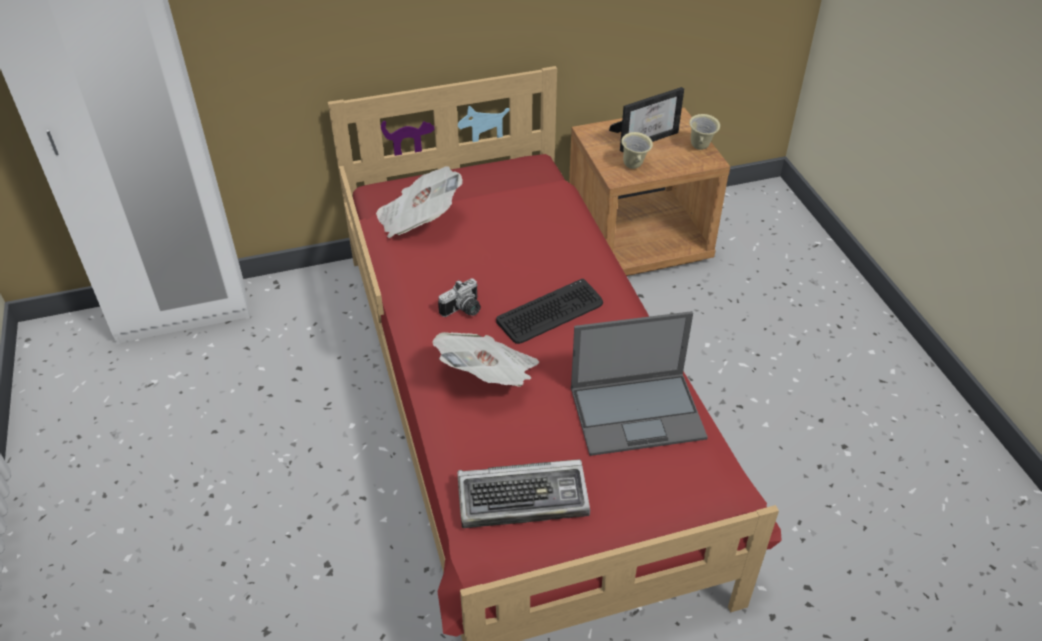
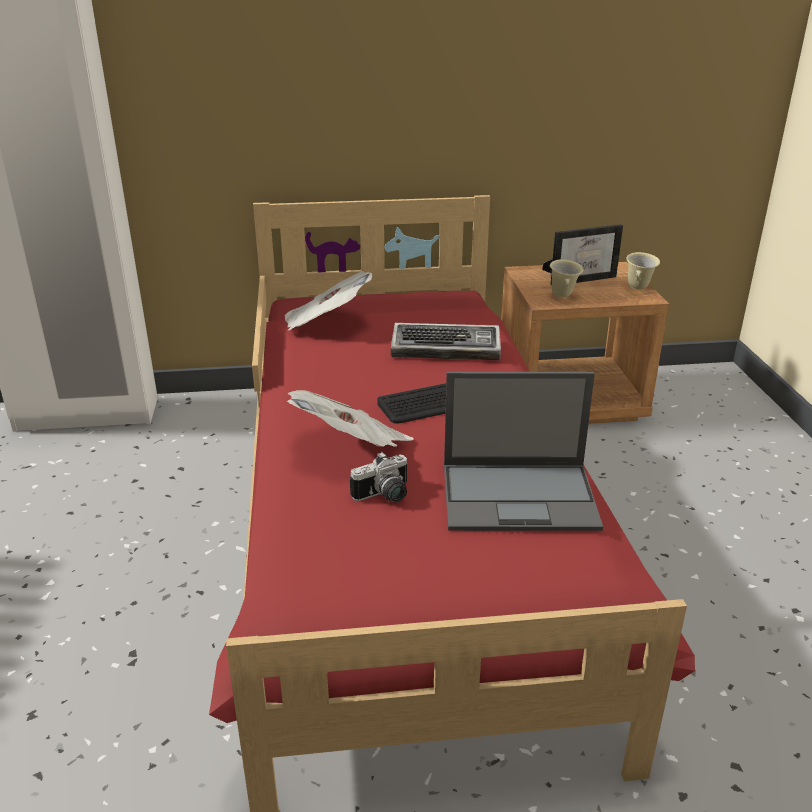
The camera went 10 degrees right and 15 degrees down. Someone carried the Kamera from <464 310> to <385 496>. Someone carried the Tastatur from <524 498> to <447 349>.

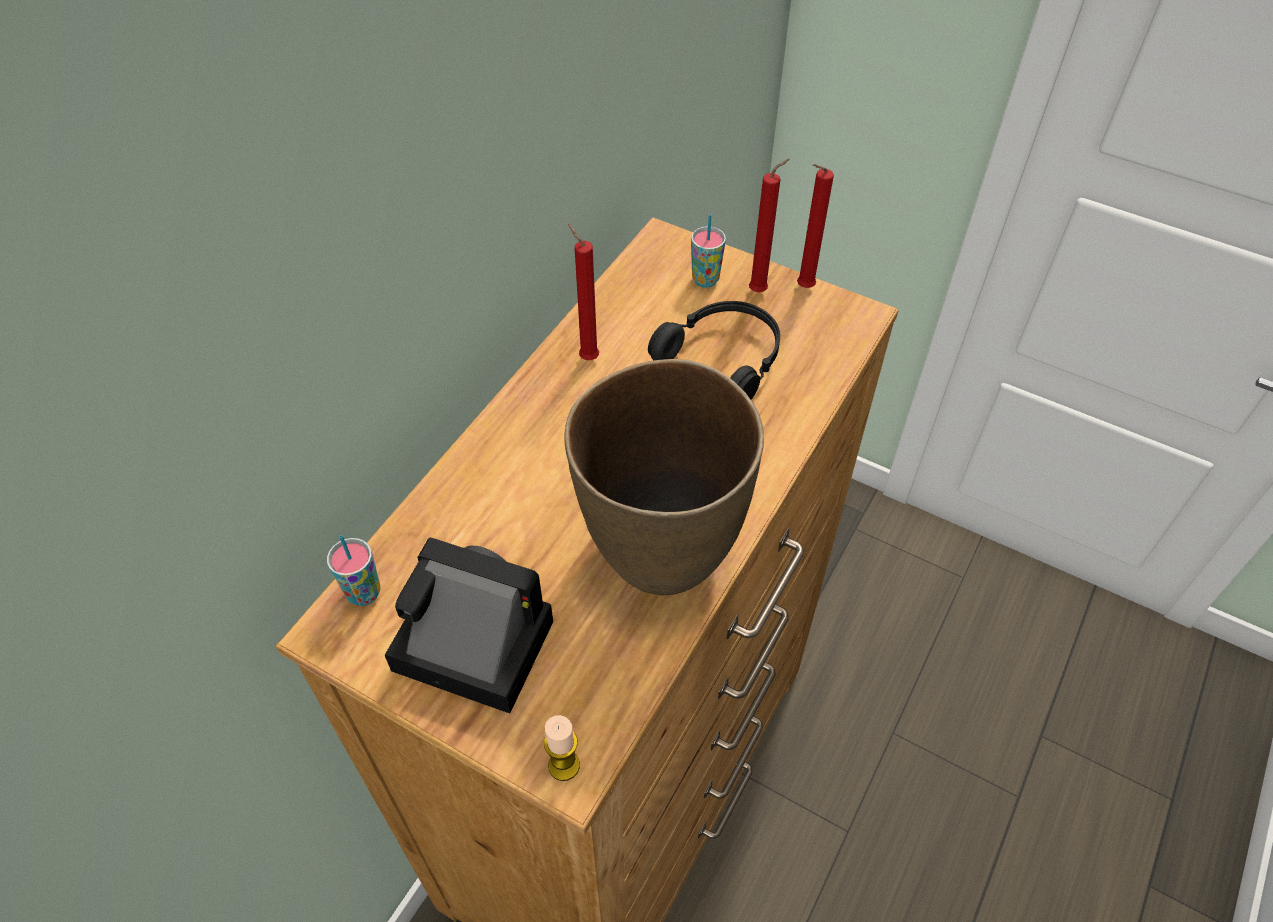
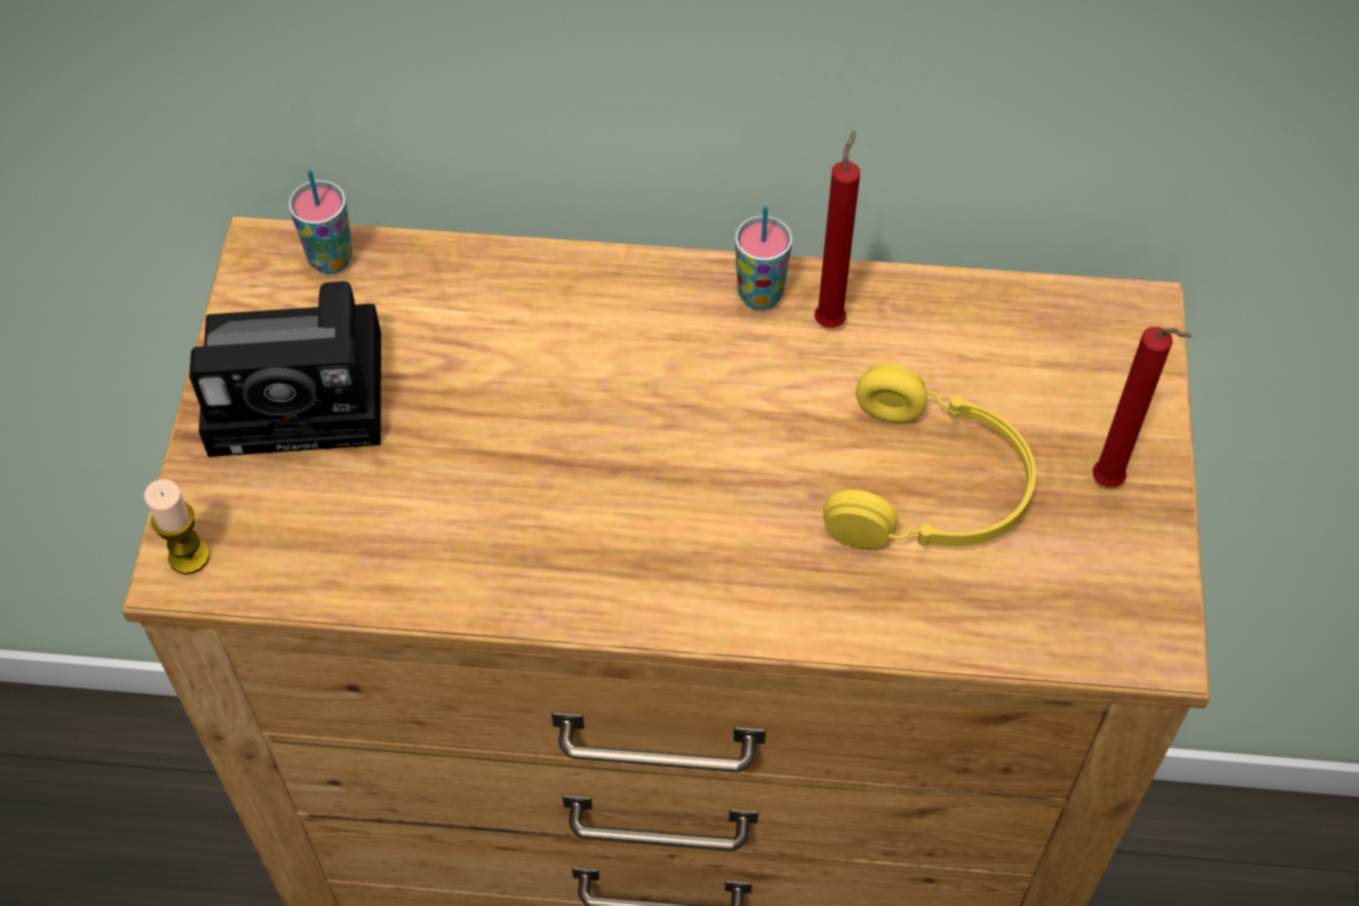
The camera went 65 degrees right and 5 degrees up. Someone took away the Vase (braun) at <661 556>. Someone took away the Kerze (rot) at <802 288>. Someone carried the Tasse from <705 280> to <760 295>. Someone repainted the Kopfhörer (schwarz) at <724 359>, which became the Kopfhörer (gelb) at <931 487>. Someone rotated the Kamera at <466 645> by 90 degrees clockwise.

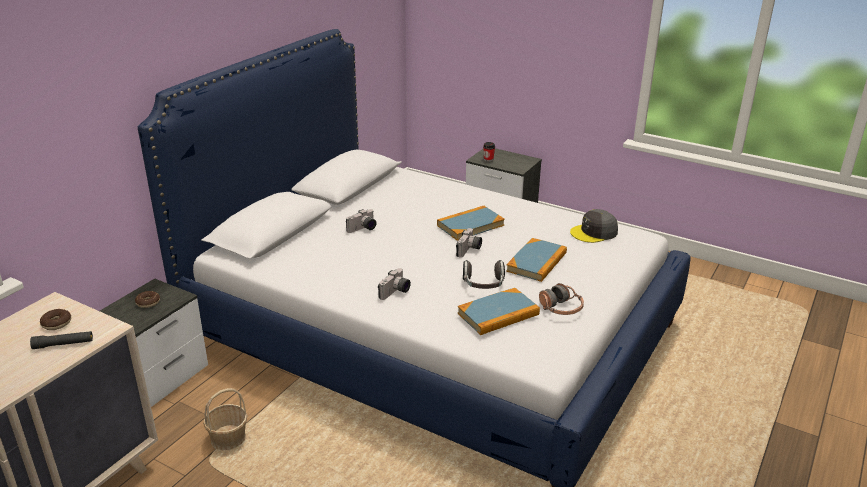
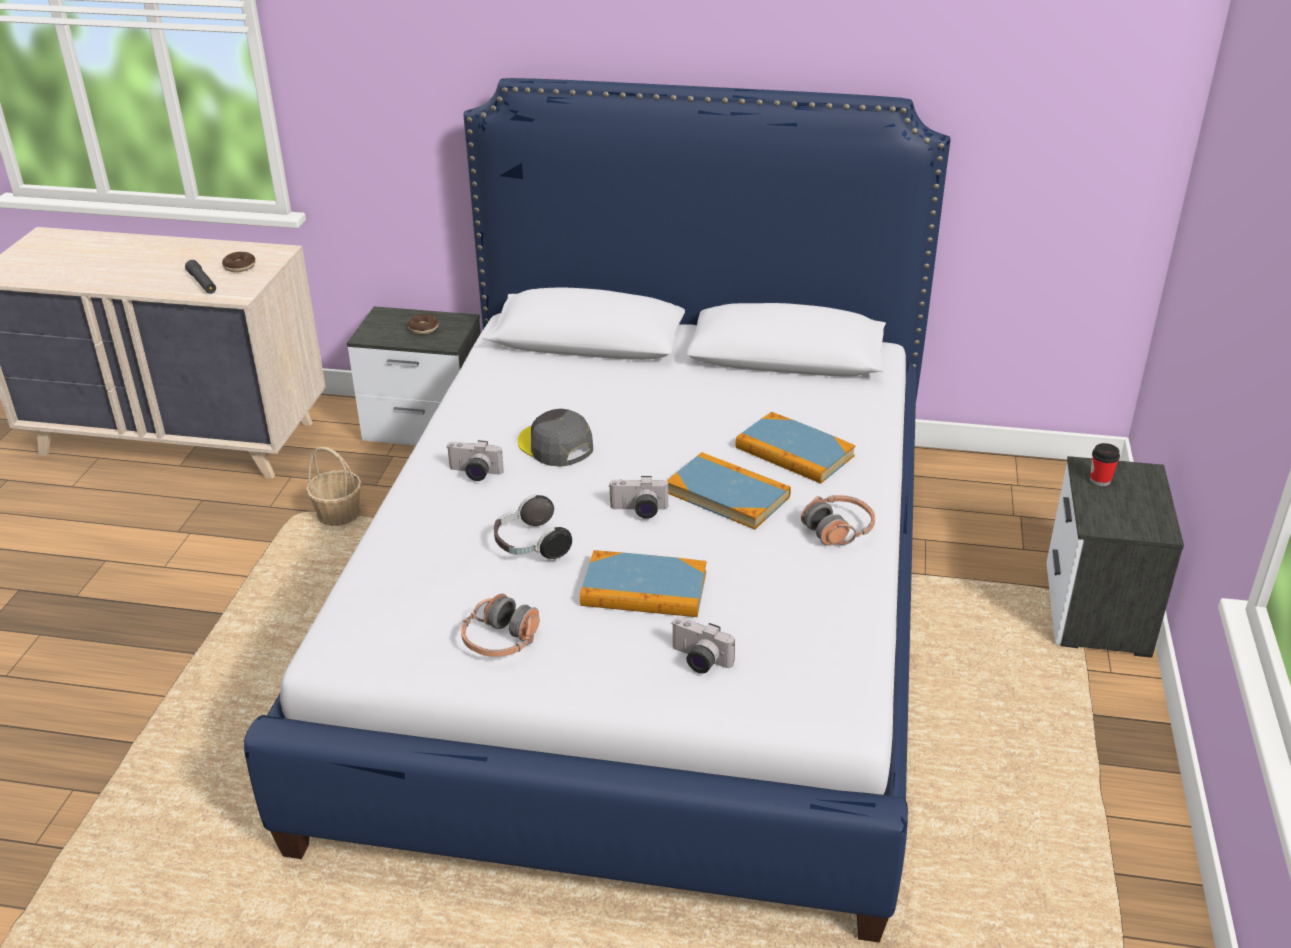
The camera went 70 degrees right and 5 degrees up. Someone put down the Kopfhörer at <838 529>. Someone carried the Kamera from <363 229> to <698 661>. Someone carried the Buch from <498 314> to <794 452>. Someone carried the Kappe (grau) from <594 232> to <555 445>.

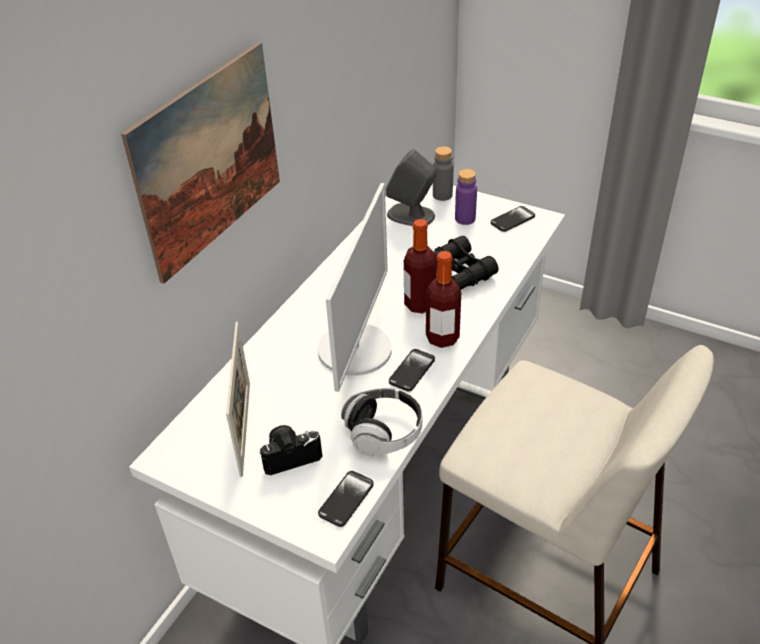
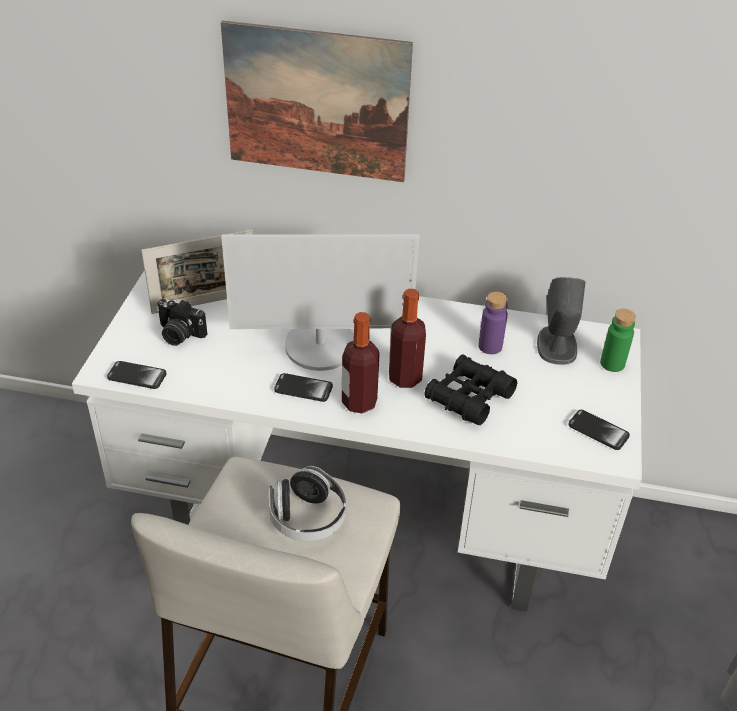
The camera went 70 degrees right and 0 degrees up. Someone carried the Kopfhörer from <383 432> to <307 518>. Someone carried the Flasche (lila) from <465 219> to <490 346>. Someone repainted the Flasche (grau) at <442 195>, which became the Flasche (grün) at <612 364>. Someone rotated the Kamera at <290 456> by 150 degrees clockwise.

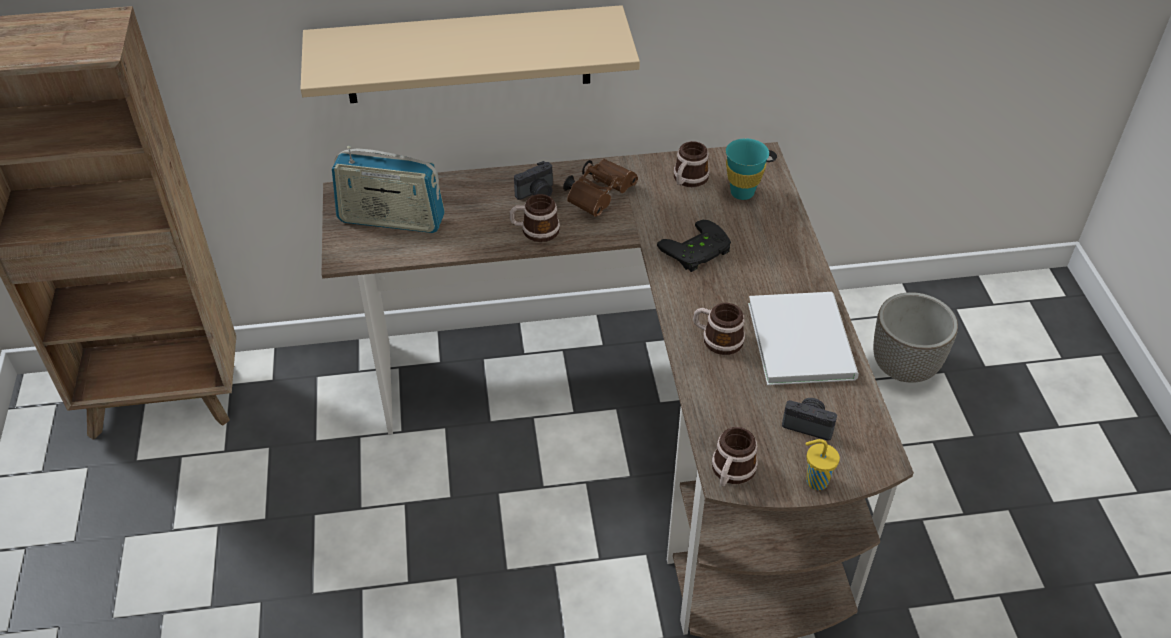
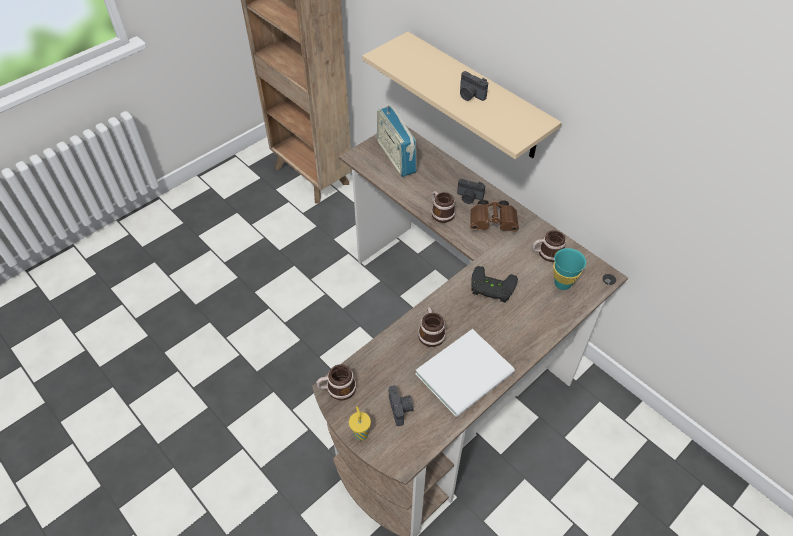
The camera went 55 degrees right and 5 degrees up. Someone took away the Pflanzkübel at <904 368>. Someone put down the Kamera at <470 95>.

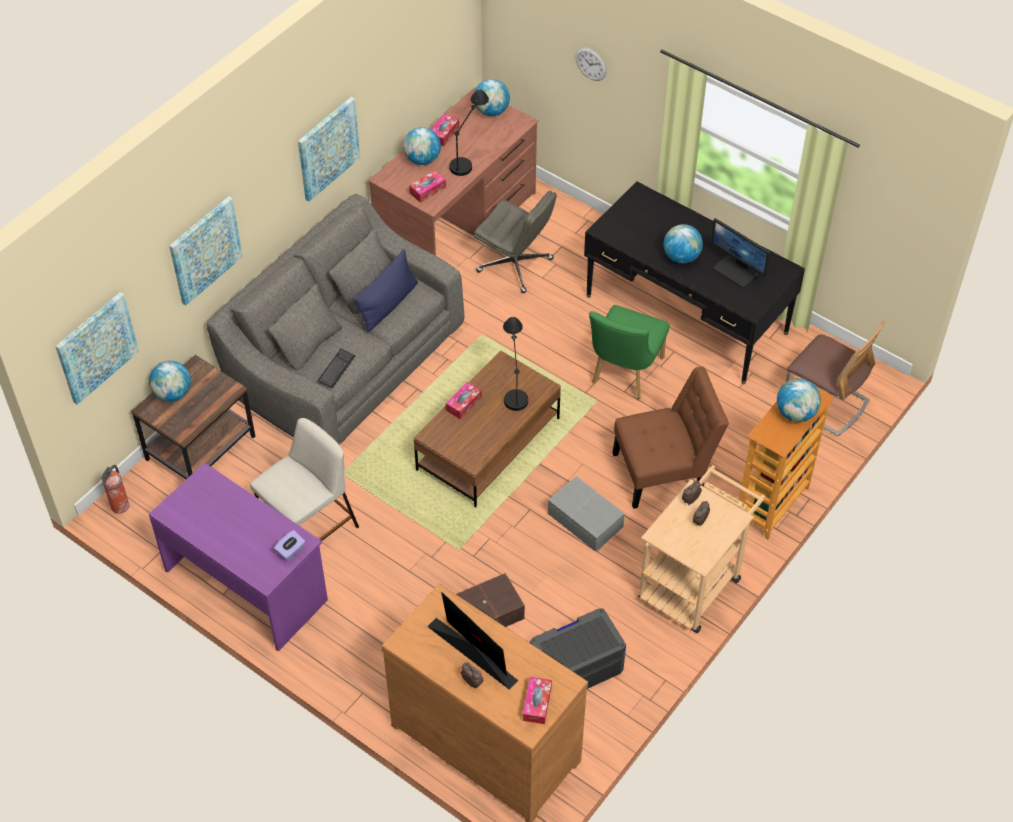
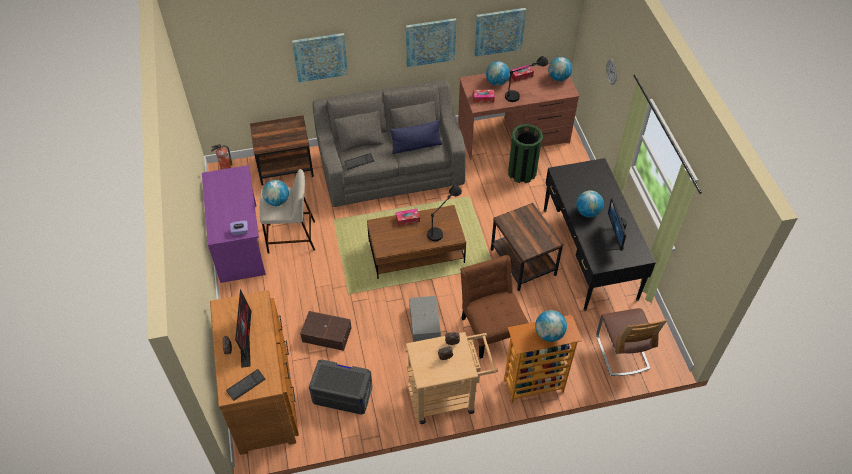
The camera went 40 degrees right and 0 degrees up. Someone carried the Bild from <96 347> to <499 31>. Someone carried the Globus from <173 393> to <277 201>. Someone swapped the Bürostuhl (grau) at <516 265> for the Mülleimer (grün) at <522 172>. Someone swapped the Taschentuchbox at <537 703> for the Tastatur at <246 385>. Someone swapped the Stuhl (grün) at <624 374> for the Beistelltisch (braun) at <522 263>. Someone rotated the Stuhl (braun) at <664 472> by 135 degrees counterclockwise.

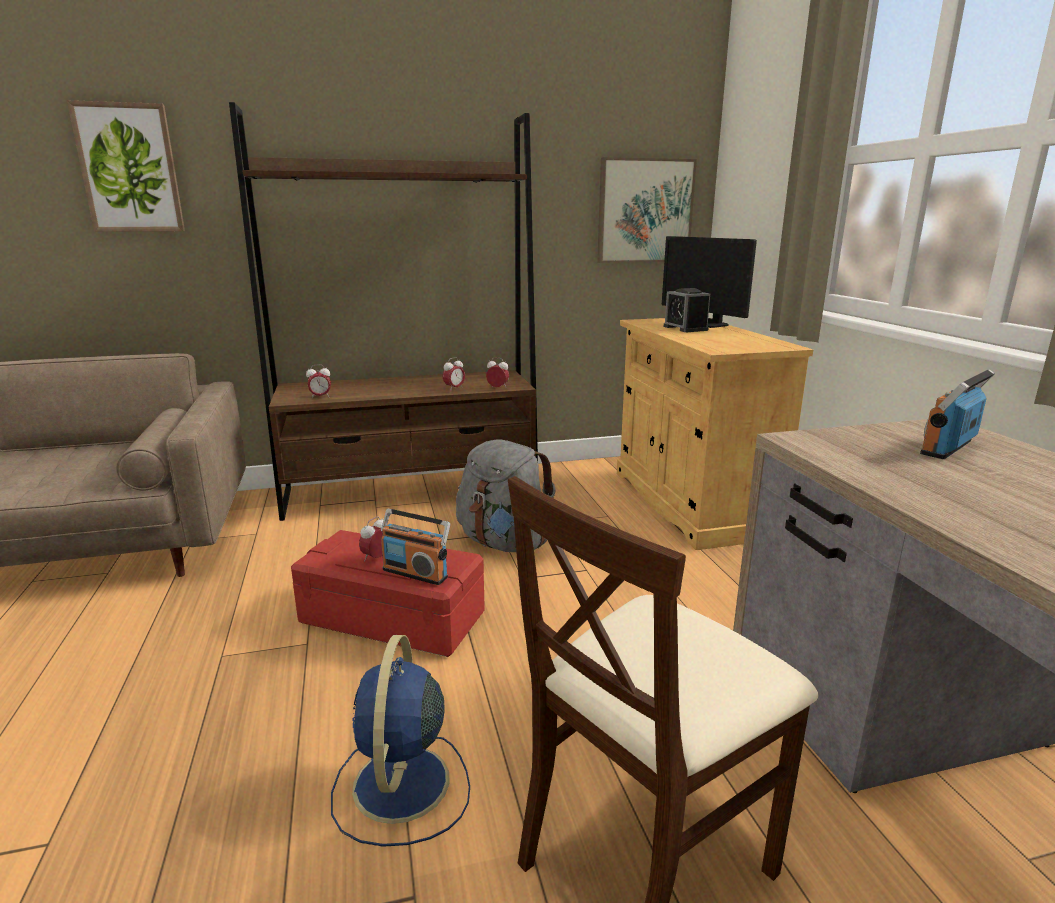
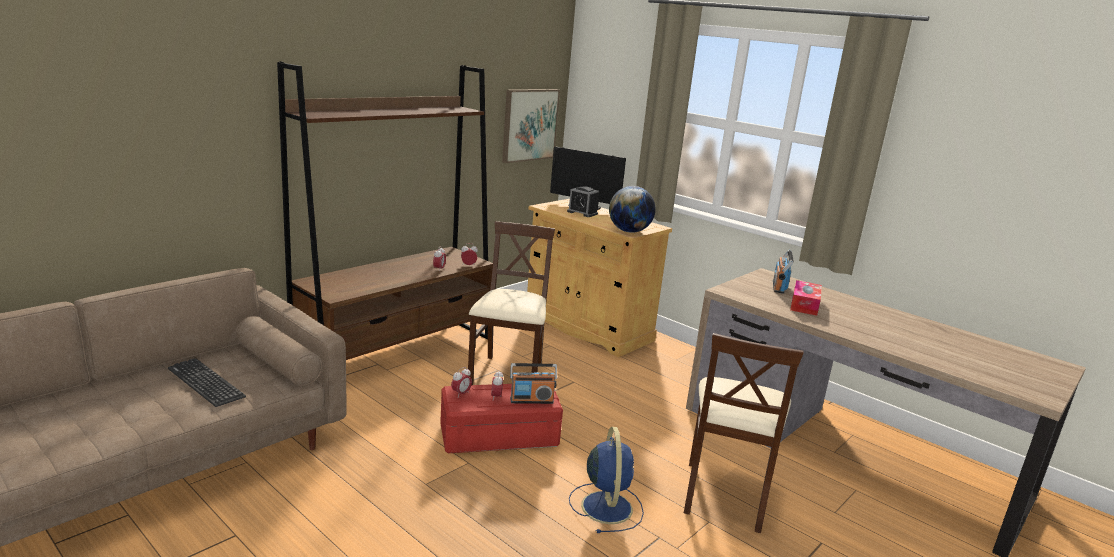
The camera went 35 degrees left and 0 degrees up. Someone took away the Bild at <129 169>. Someone put down the Tastatur at <206 383>. Someone put down the Globus at <629 231>. Someone put down the Taschentuchbox at <804 305>. Someone carried the Wecker from <320 397> to <461 394>. Someone swapped the Rucksack (grau) at <504 542> for the Stuhl (beige) at <508 376>. Someone rotated the Ventilator (blau) at <400 787> by 150 degrees counterclockwise.

